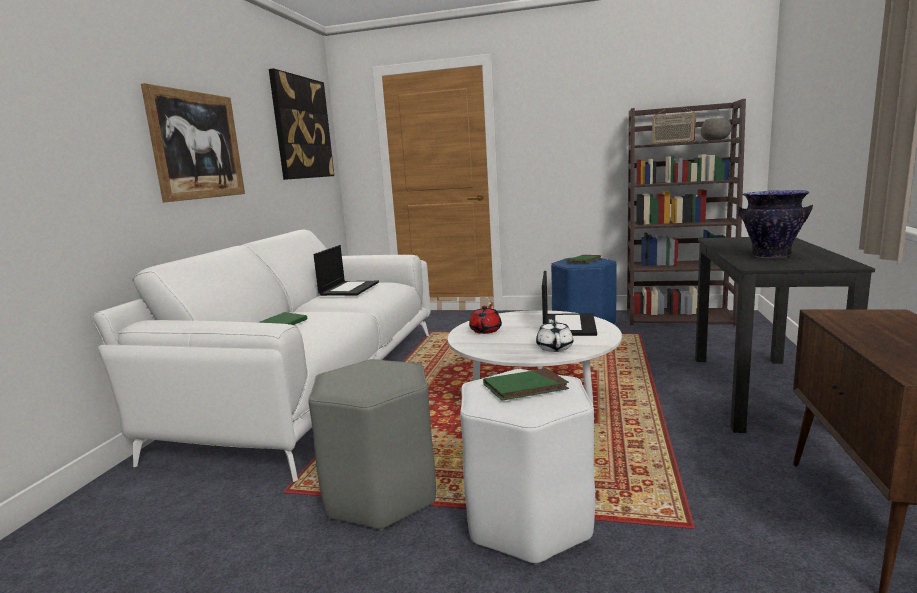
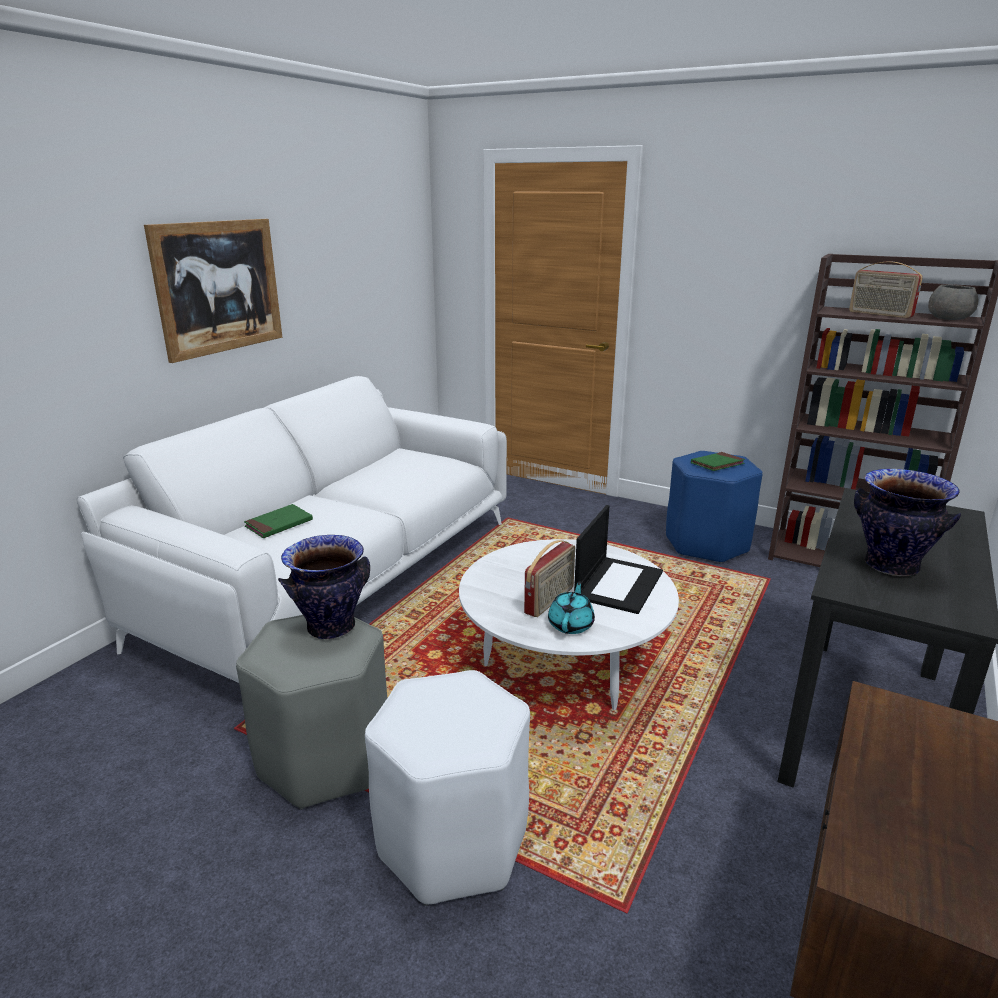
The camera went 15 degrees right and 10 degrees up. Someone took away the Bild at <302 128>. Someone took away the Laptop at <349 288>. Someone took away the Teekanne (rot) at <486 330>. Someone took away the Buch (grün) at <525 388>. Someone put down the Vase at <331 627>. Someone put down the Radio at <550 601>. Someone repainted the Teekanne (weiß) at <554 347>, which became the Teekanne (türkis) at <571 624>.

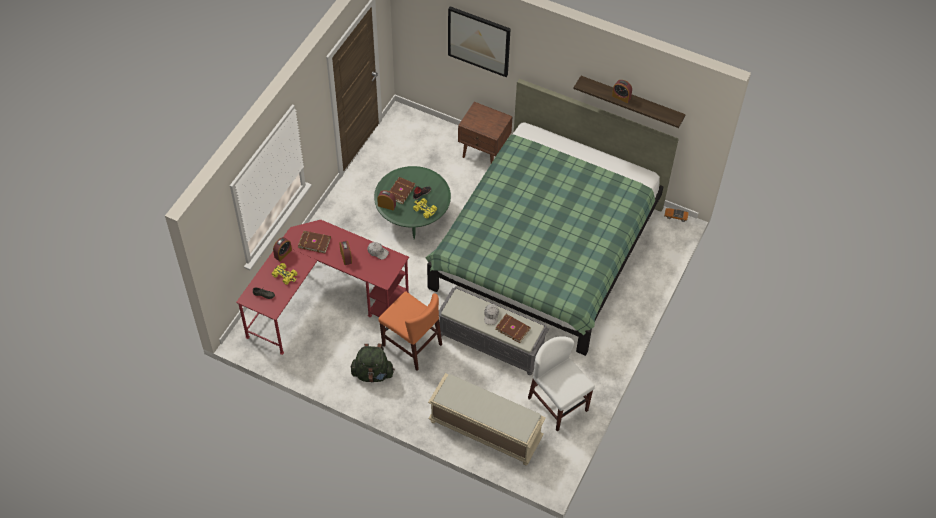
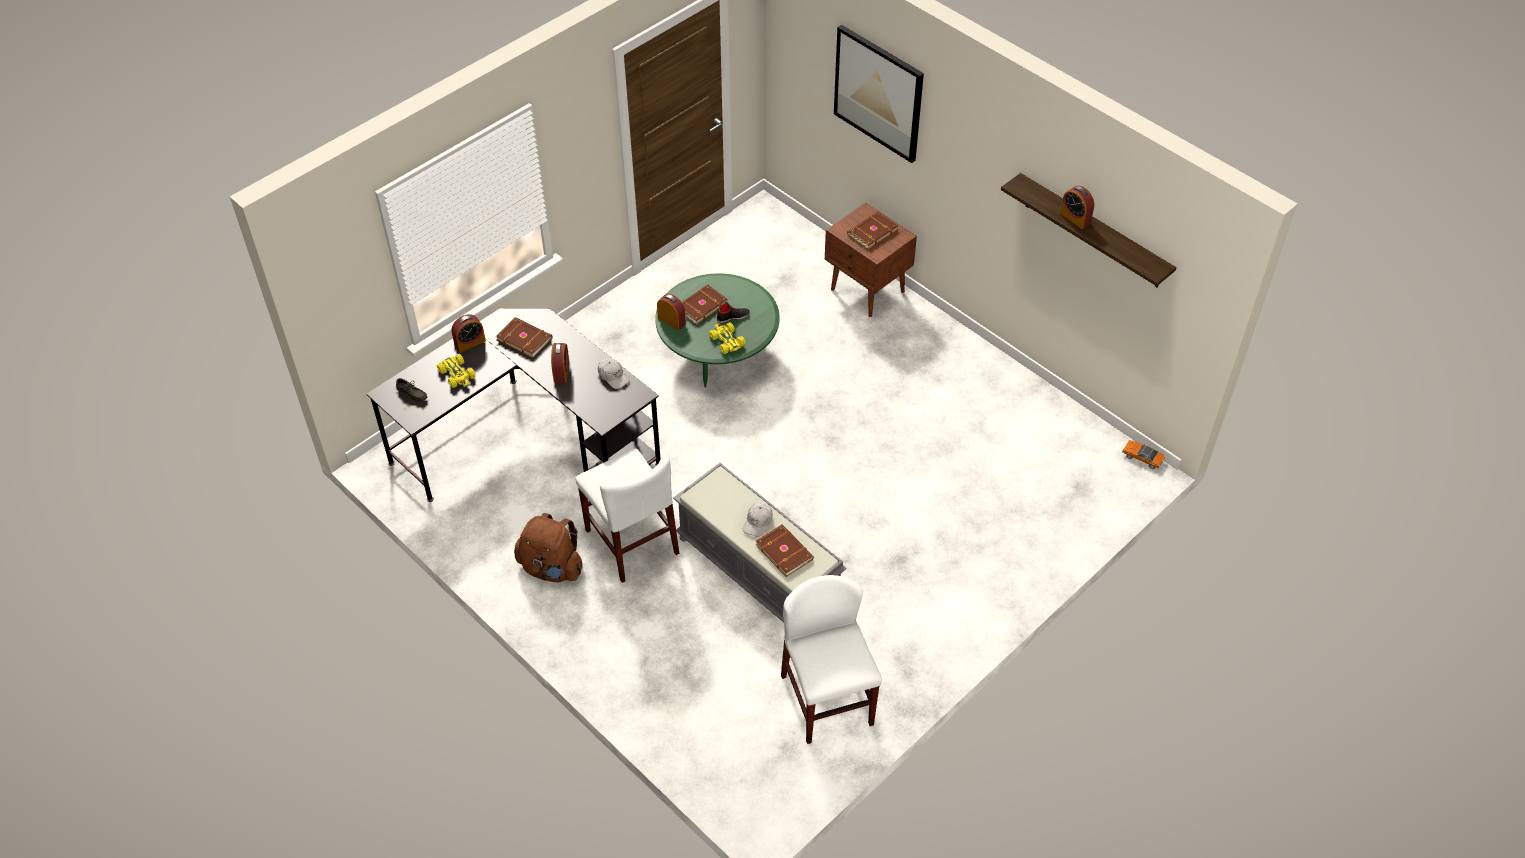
The camera went 20 degrees right and 5 degrees down. Someone took away the Bett (grün) at <546 248>. Someone took away the Bank (beige) at <484 430>. Someone put down the Buch (braun) at <871 232>. Someone repainted the Schreibtisch (rot) at <323 300>, which became the Schreibtisch (schwarz) at <528 440>. Someone repainted the Rucksack (grün) at <373 373>, which became the Rucksack (braun) at <551 568>. Someone repainted the Stuhl (orange) at <412 345>, which became the Stuhl (weiß) at <631 541>.

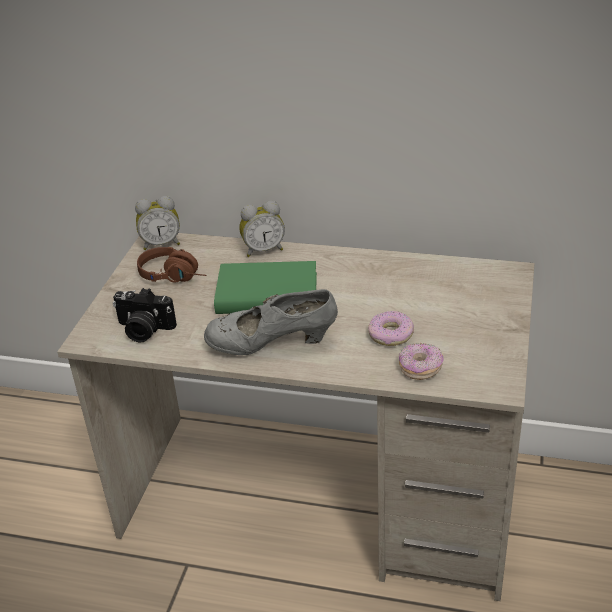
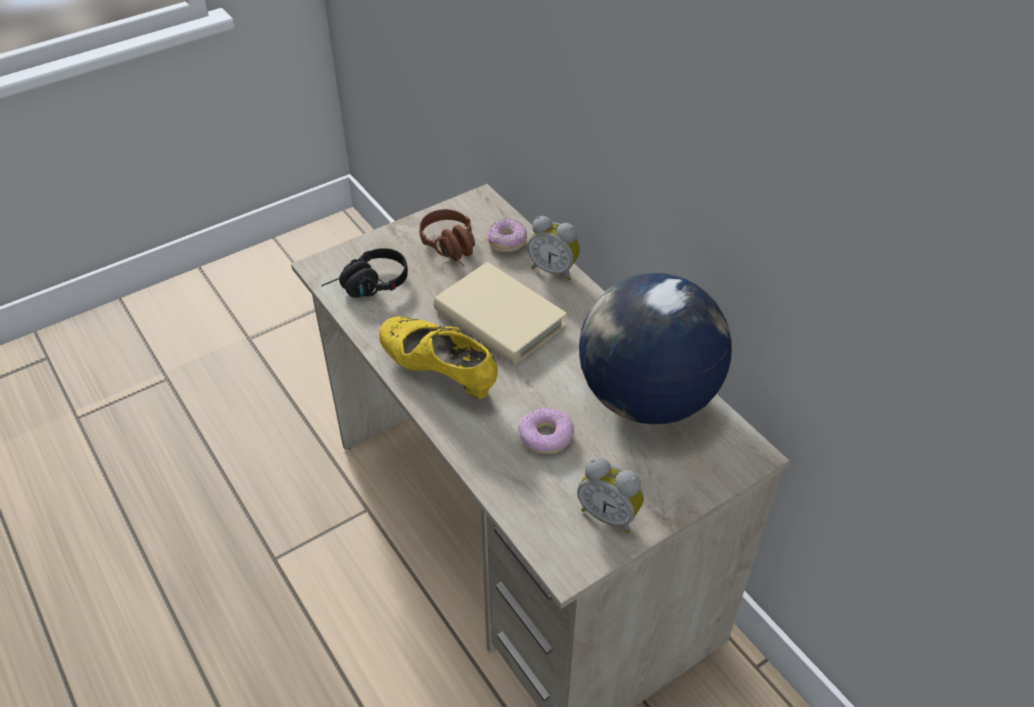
The camera went 40 degrees right and 10 degrees up. Someone put down the Globus at <646 397>. Someone carried the Wecker from <161 244> to <609 514>. Someone carried the Donut from <420 369> to <507 243>. Someone swapped the Kamera at <143 330> for the Kopfhörer (schwarz) at <367 287>. Someone repainted the Schuh (grau) at <272 345>, which became the Schuh (gelb) at <439 373>. Someone repainted the Buch (grün) at <267 294>, which became the Buch (beige) at <499 318>.

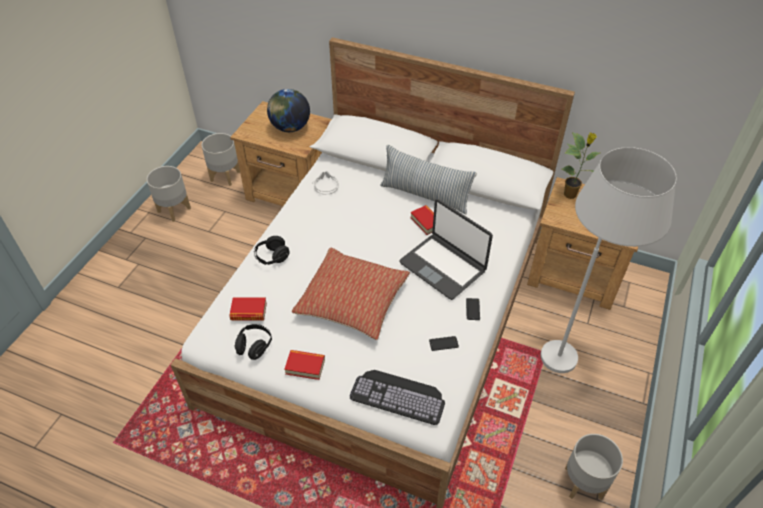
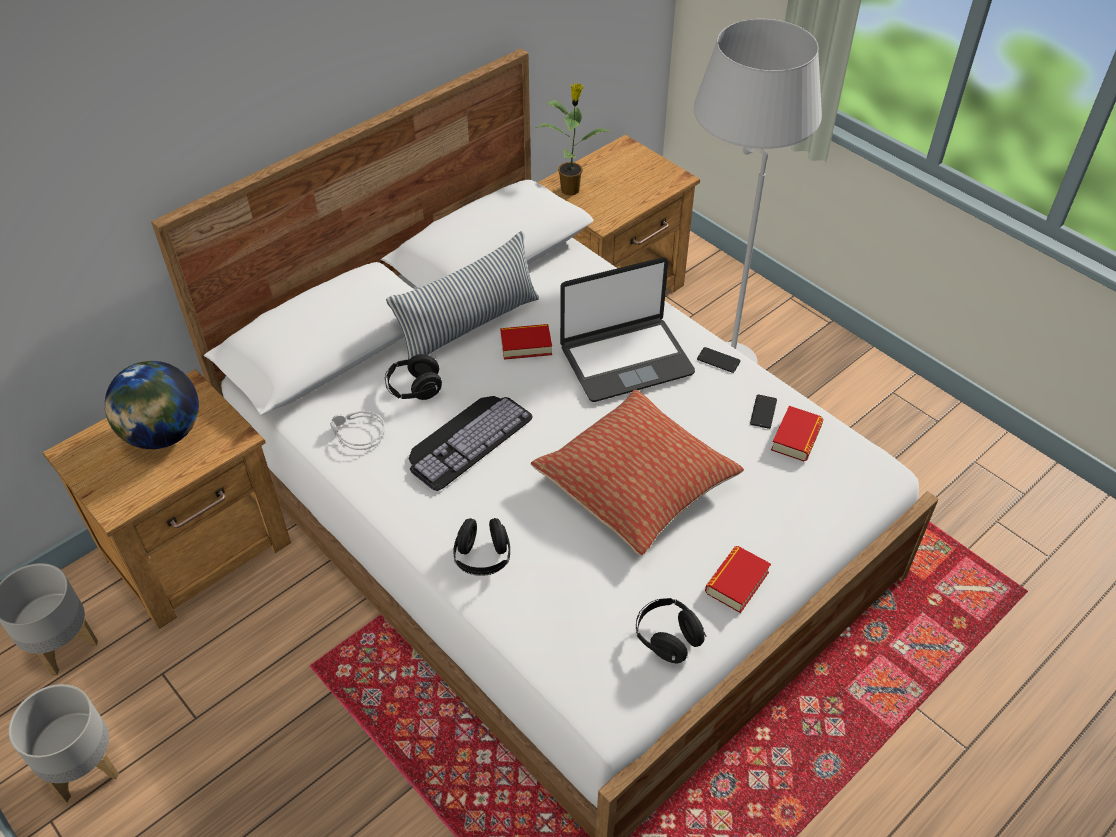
The camera went 65 degrees left and 0 degrees up. Someone took away the Pflanzkübel (grau) at <584 483>. Someone put down the Kopfhörer (schwarz) at <414 389>. Someone carried the Buch from <248 312> to <796 438>. Someone carried the Tastatur from <399 395> to <467 438>.

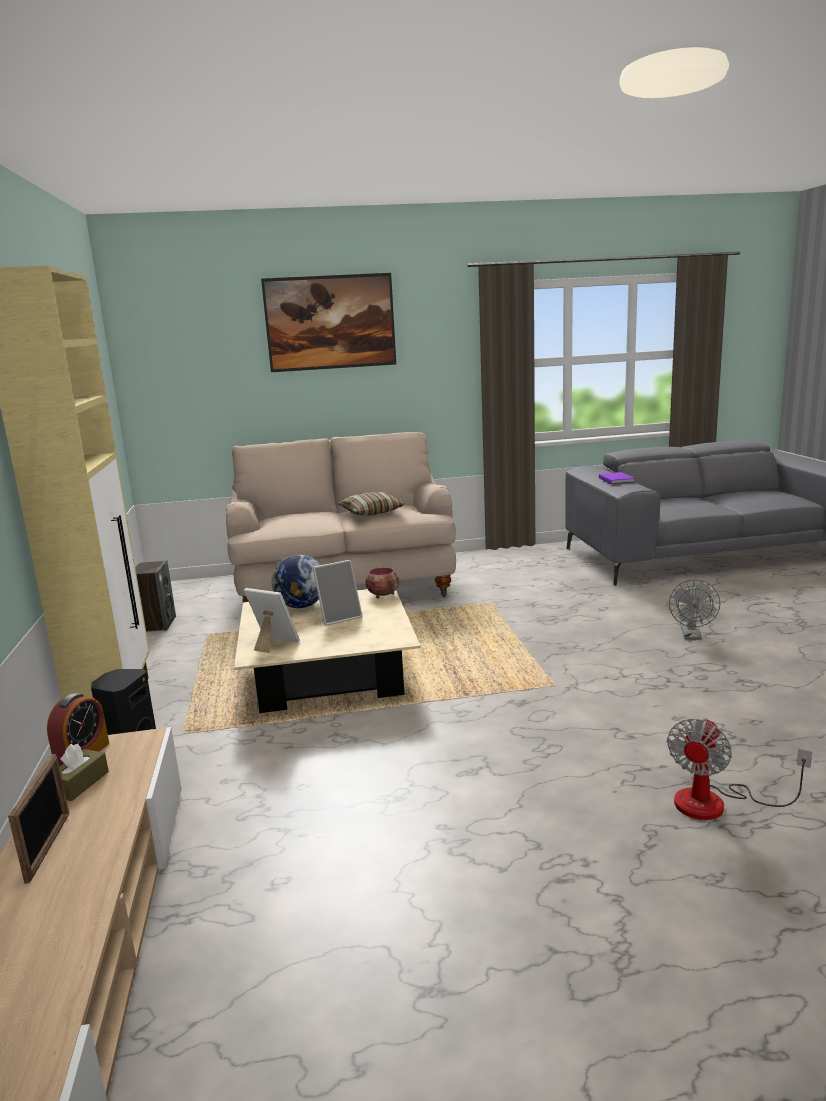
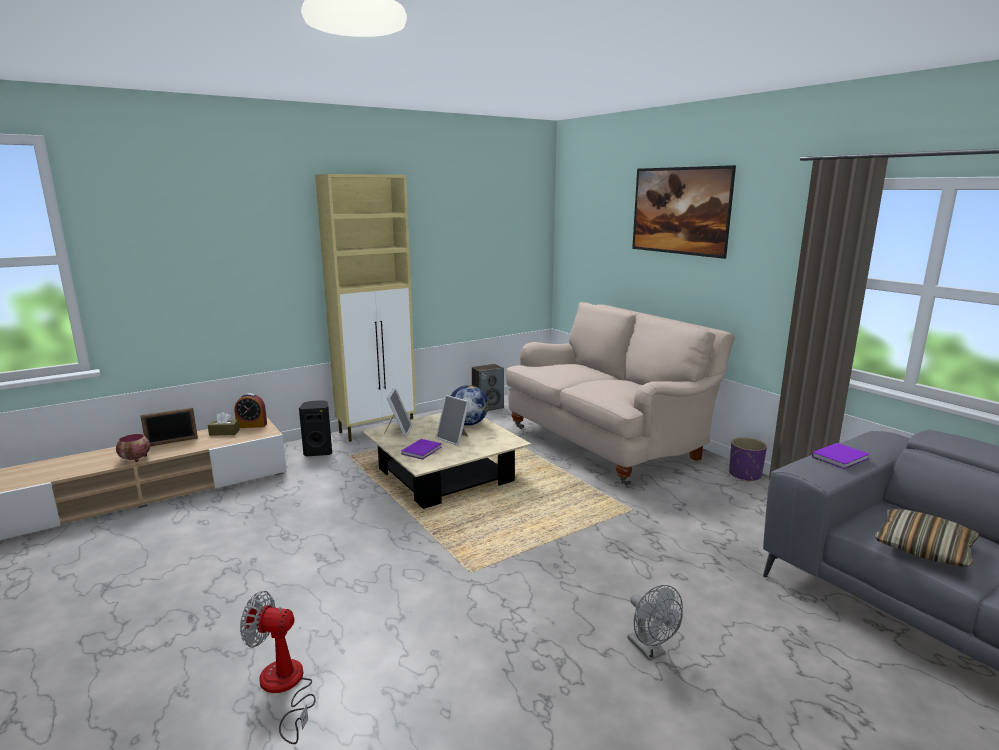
The camera went 65 degrees right and 0 degrees up. Someone put down the Buch (lila) at <423 450>. Someone put down the Pflanzkübel (lila) at <745 475>. Someone carried the Kissen from <371 512> to <923 548>. Someone carried the Schüssel from <384 595> to <135 459>. Someone rotated the Ventilator (grau) at <692 636> by 105 degrees counterclockwise.

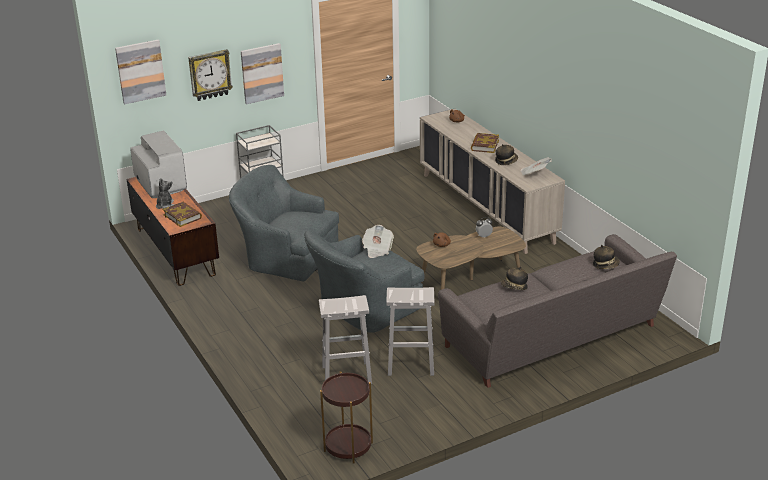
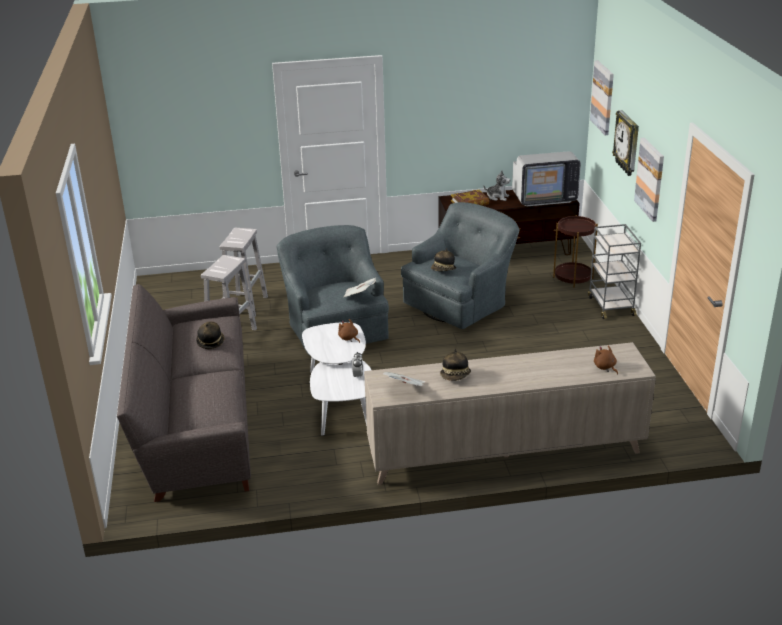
The camera went 110 degrees right and 0 degrees up. Someone took away the Buch at <484 145>. Someone carried the Beistelltisch (braun) from <348 447> to <573 278>. Someone carried the Hut from <605 265> to <443 270>. Someone repainted the Couchtisch (braun) at <470 281>, which became the Couchtisch (weiß) at <340 399>.

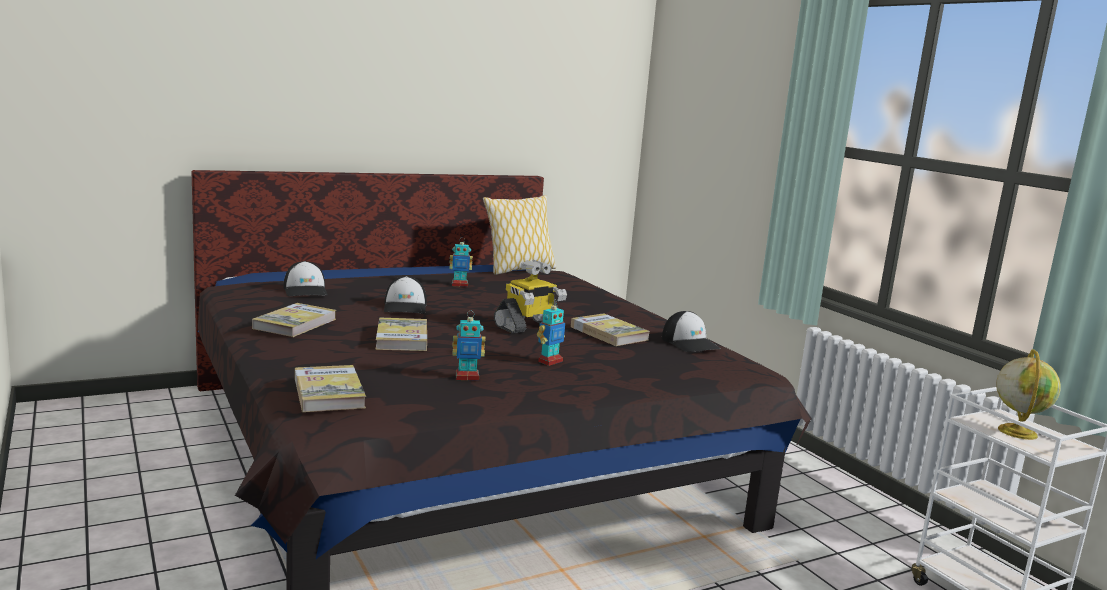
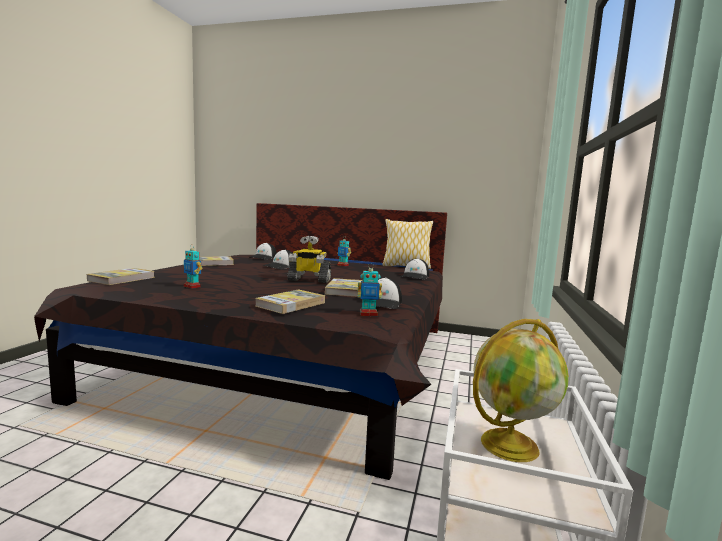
The camera went 45 degrees right and 5 degrees down. Someone put down the Kappe at <415 276>. Someone carried the Buch from <402 338> to <291 304>. Someone carried the Spielzeugroboter from <550 361> to <368 314>.

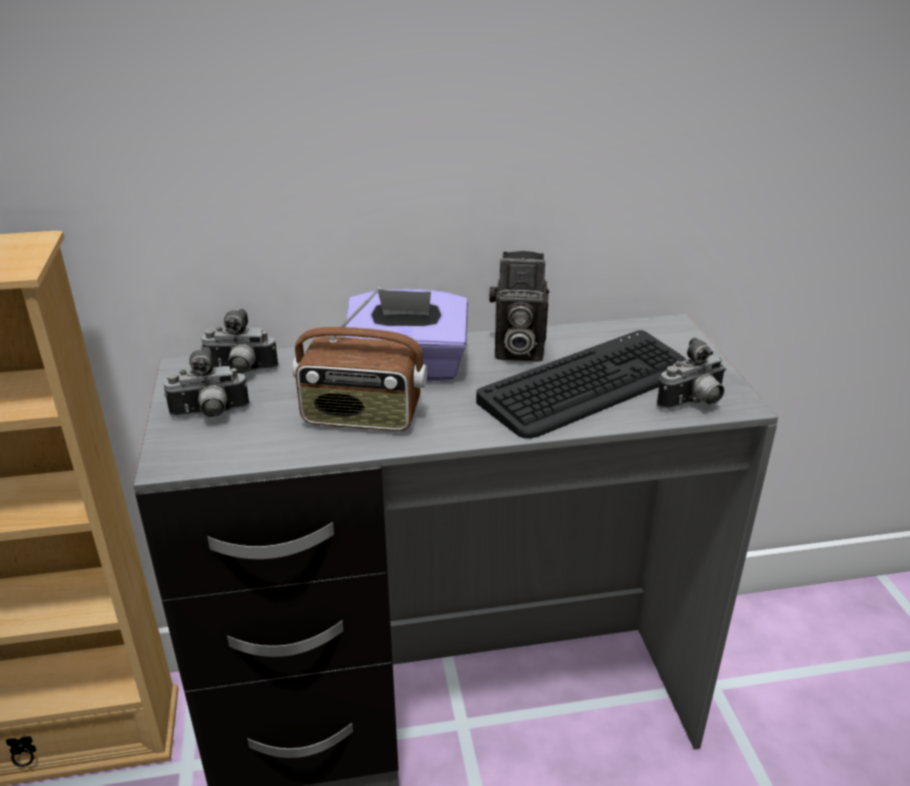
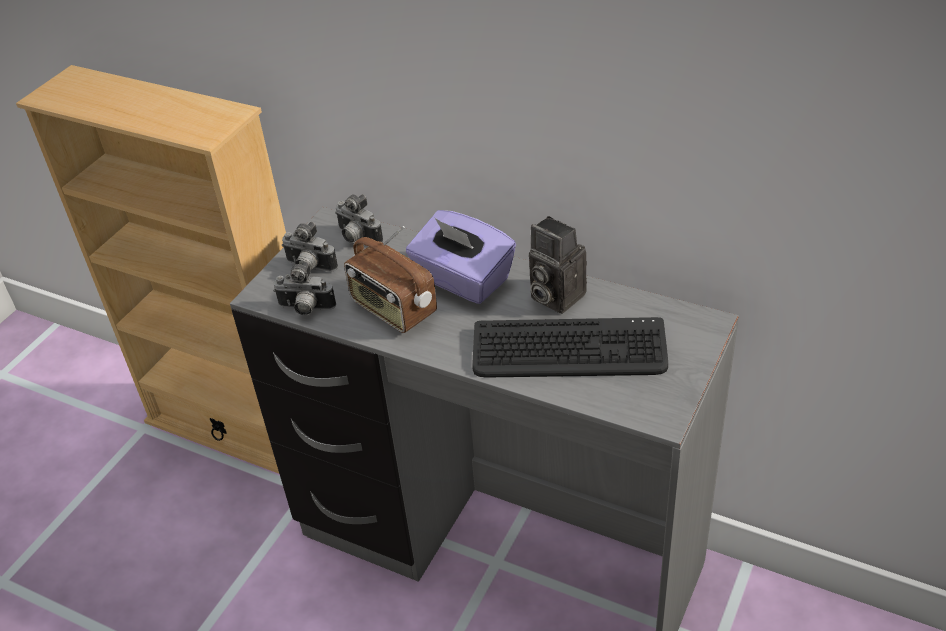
The camera went 40 degrees right and 10 degrees up. Someone carried the Kamera from <693 403> to <305 309>.

